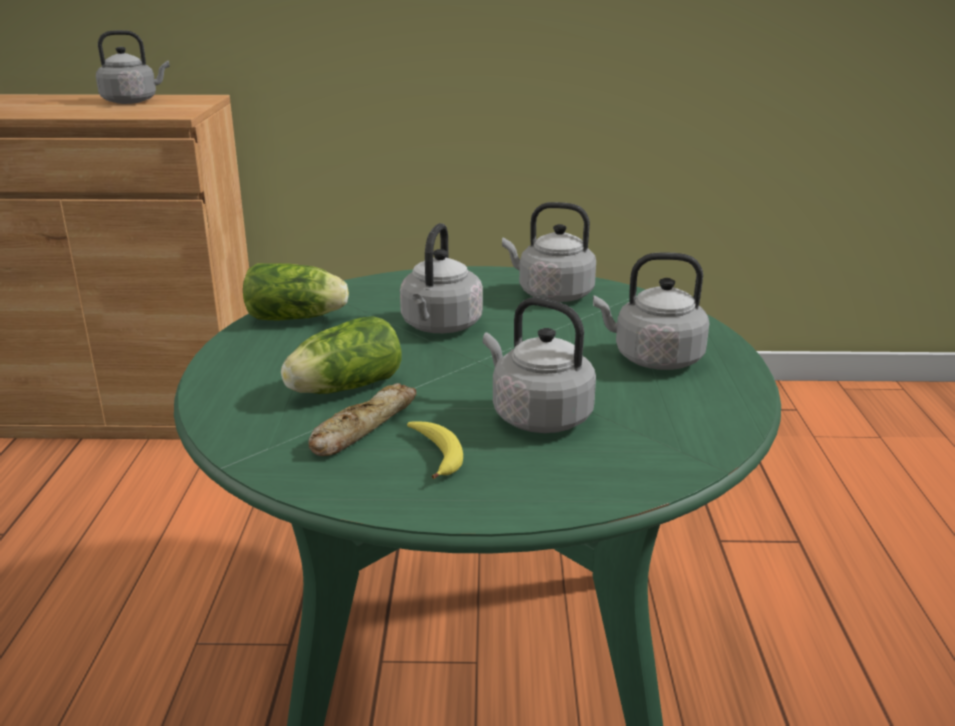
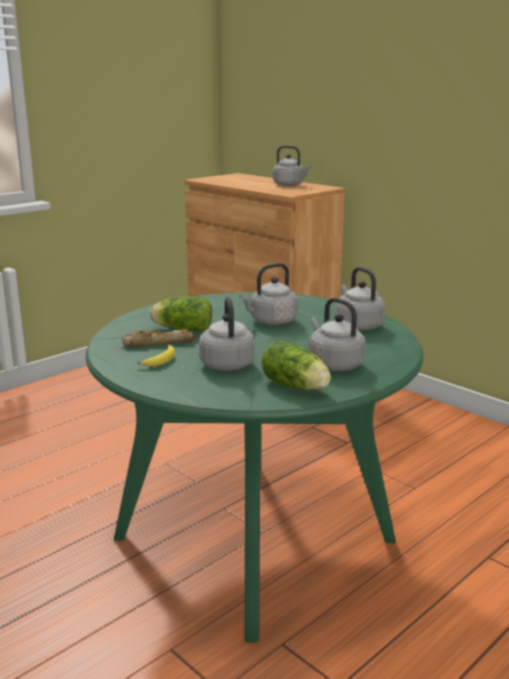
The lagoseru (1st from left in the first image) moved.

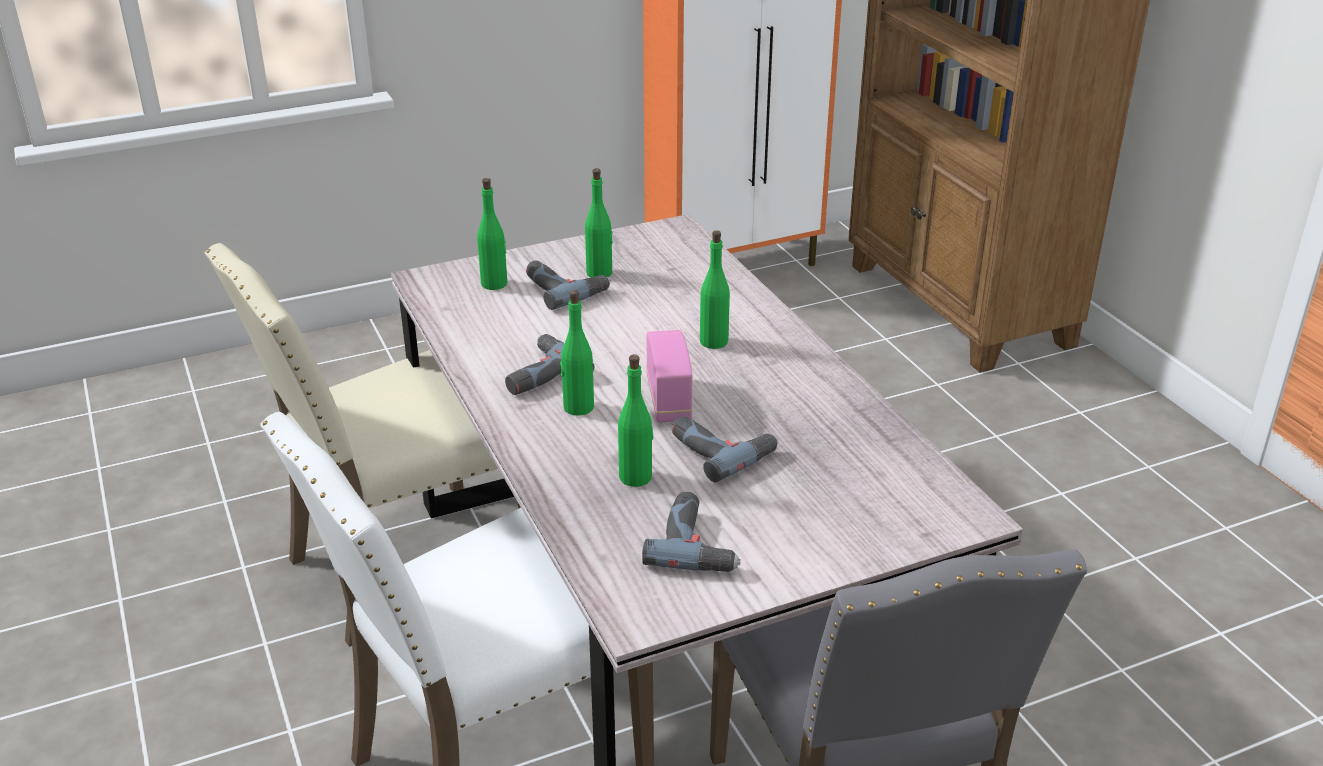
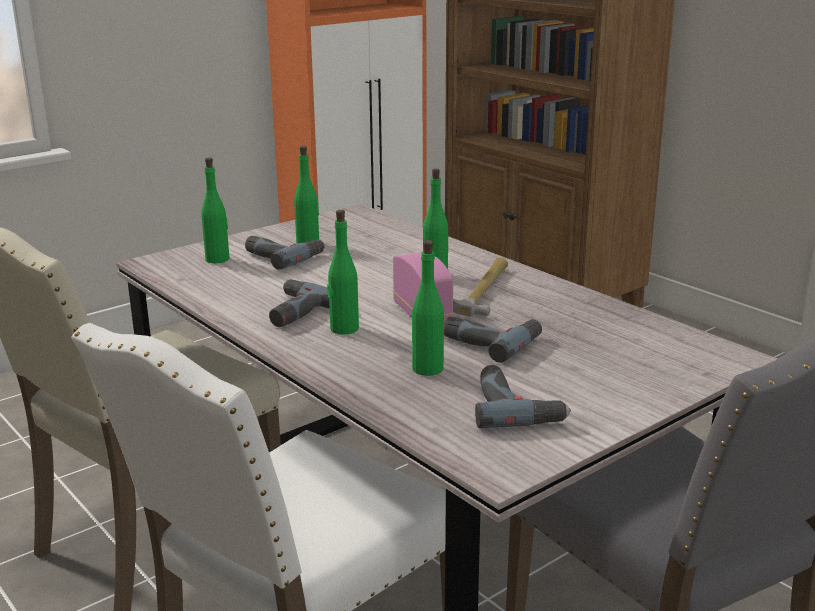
The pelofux appeared.

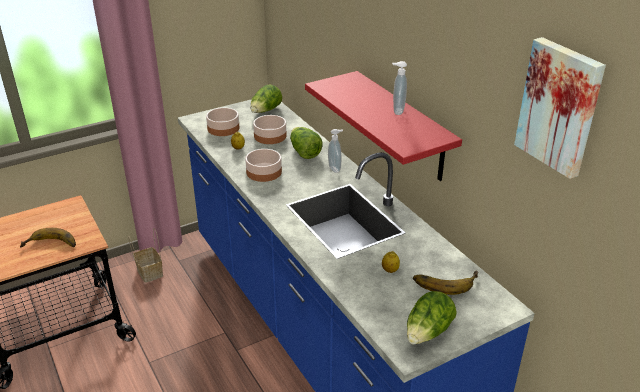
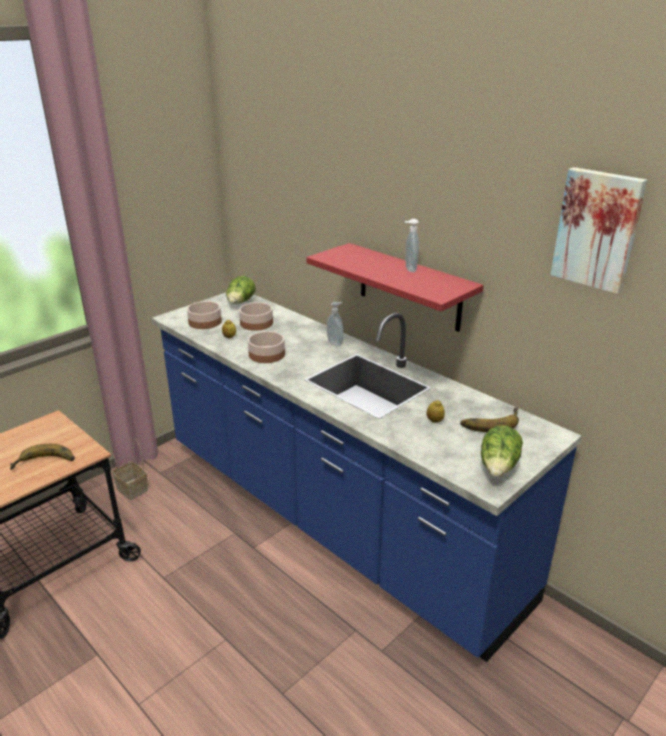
The lagoseru (2nd from left) disappeared.

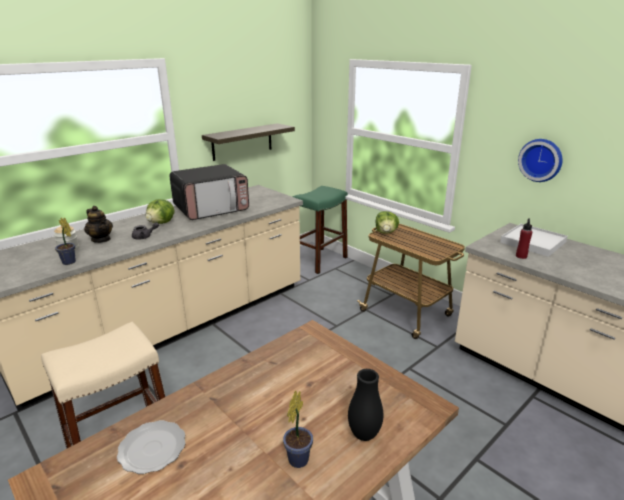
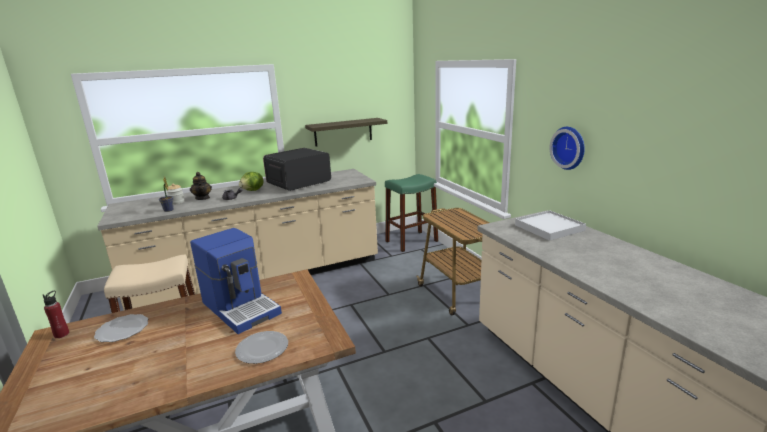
The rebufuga turned 150 degrees clockwise.
The lagoseru (2nd from left) disappeared.
The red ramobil moved.
The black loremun was replaced by the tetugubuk (2nd from left).
The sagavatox (2nd from left) disappeared.
The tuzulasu appeared.

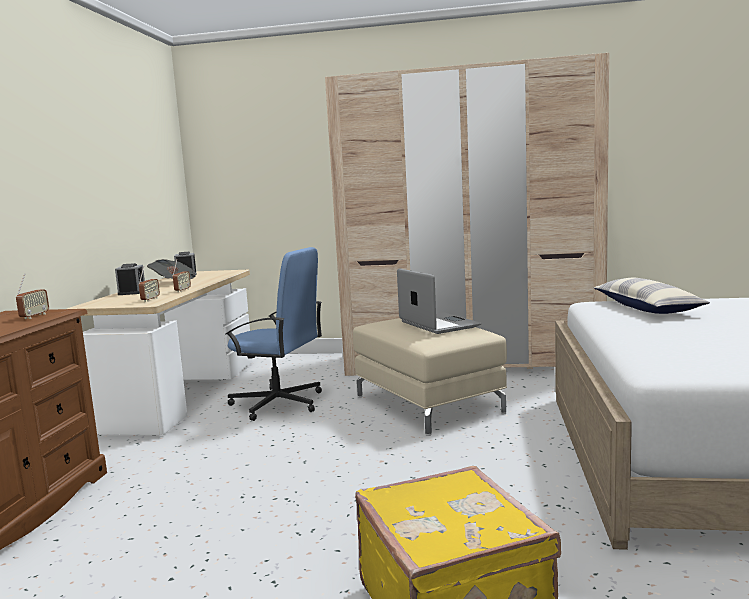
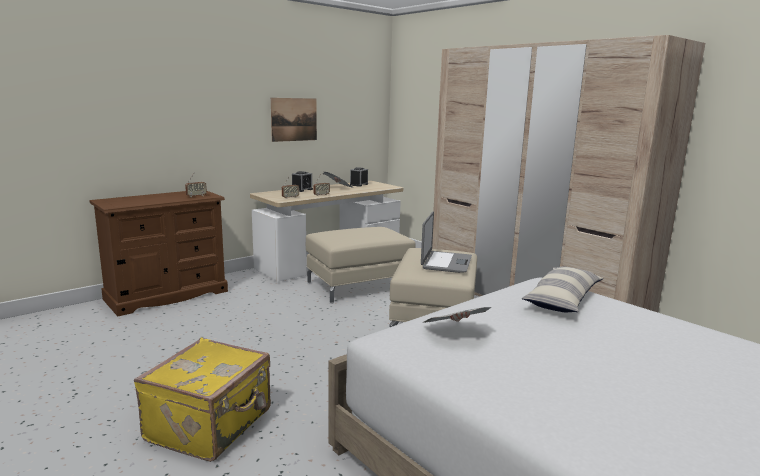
The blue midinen was replaced by the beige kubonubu (1st from left).
The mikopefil appeared.
The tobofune (2nd from left) appeared.

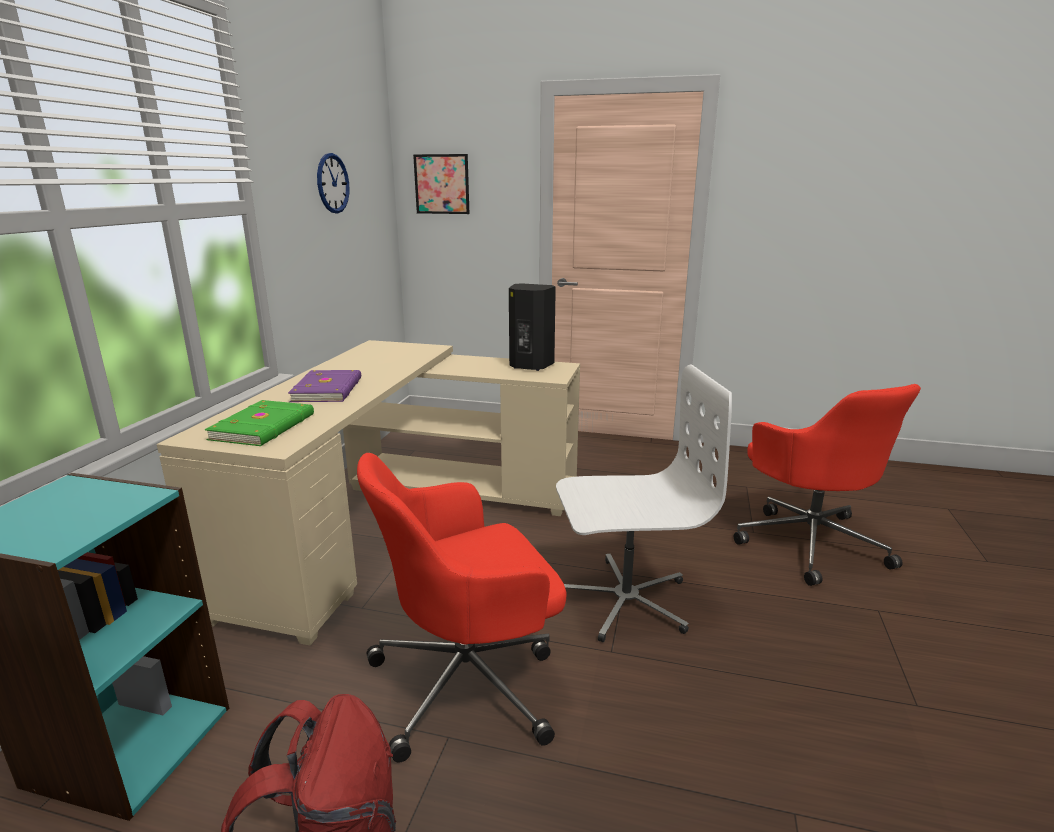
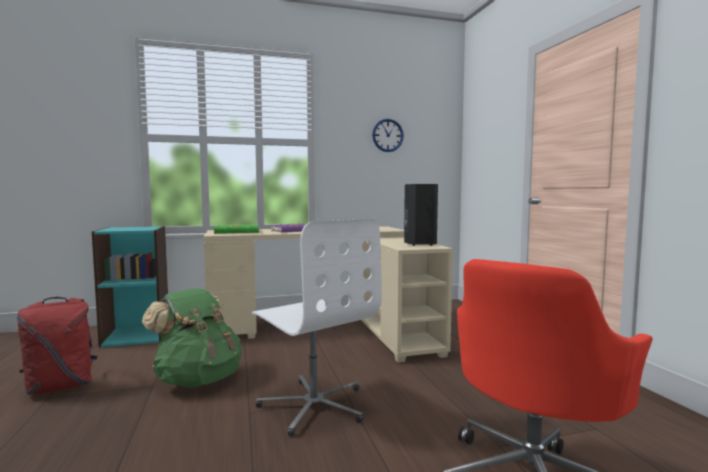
The mikopefil disappeared.
The red midinen (1st from left) was replaced by the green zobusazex.

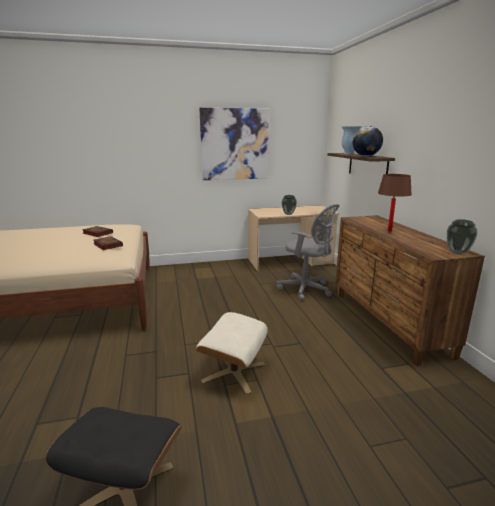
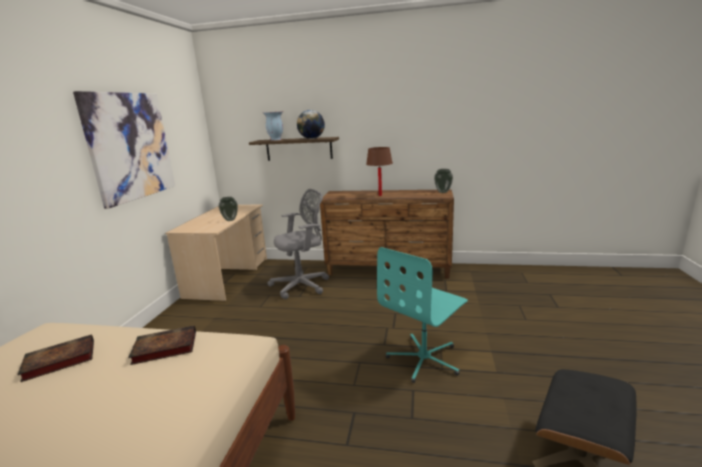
The beige kubonubu was replaced by the turquoise midinen.

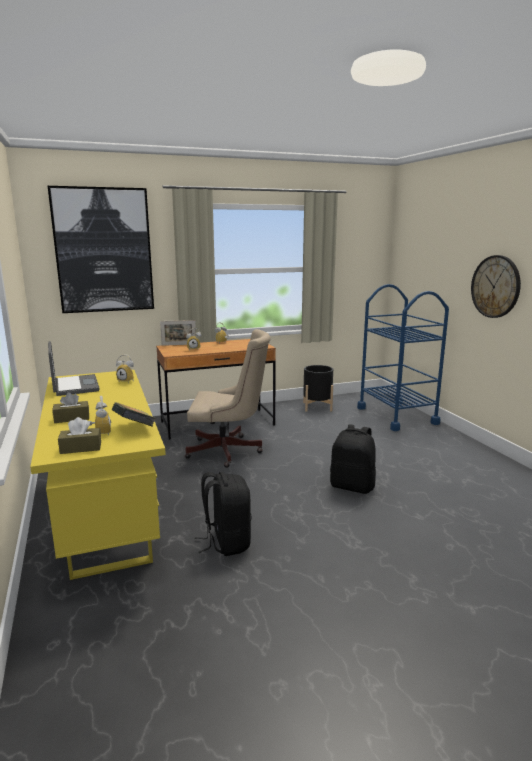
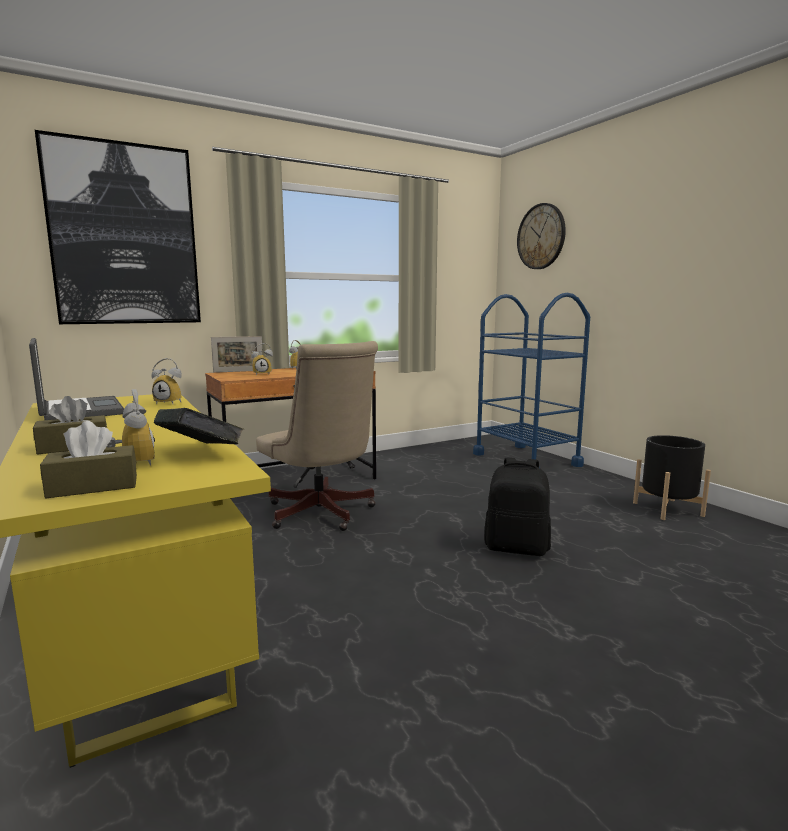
The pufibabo moved.
The beige midinen turned 60 degrees clockwise.
The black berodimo moved.
The black zobusazex (1st from left) disappeared.

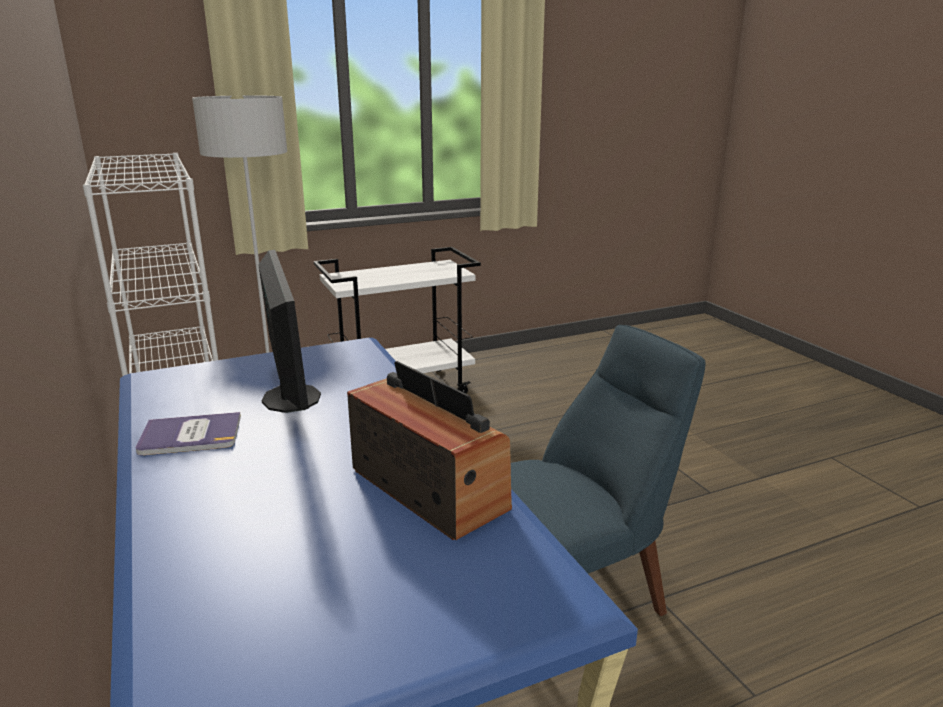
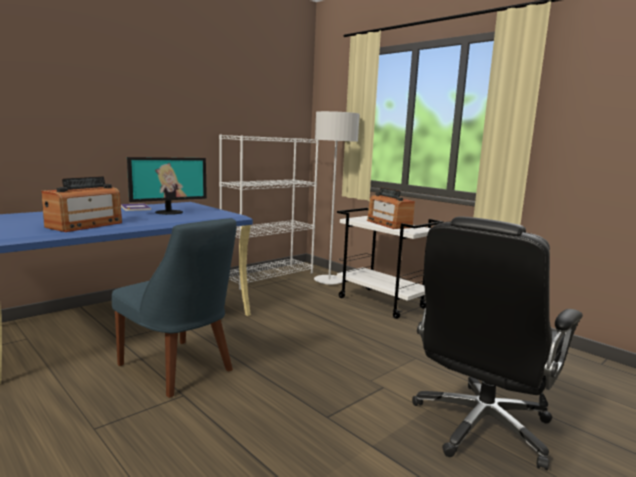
The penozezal (2nd from left) appeared.
The black midinen appeared.

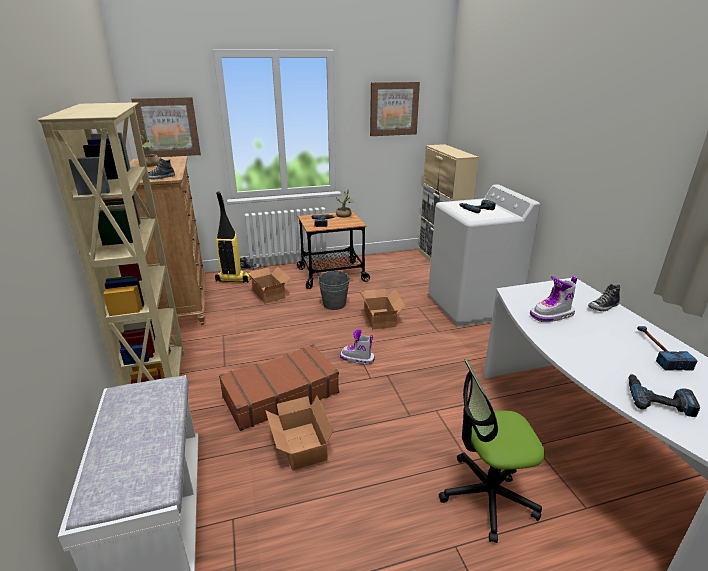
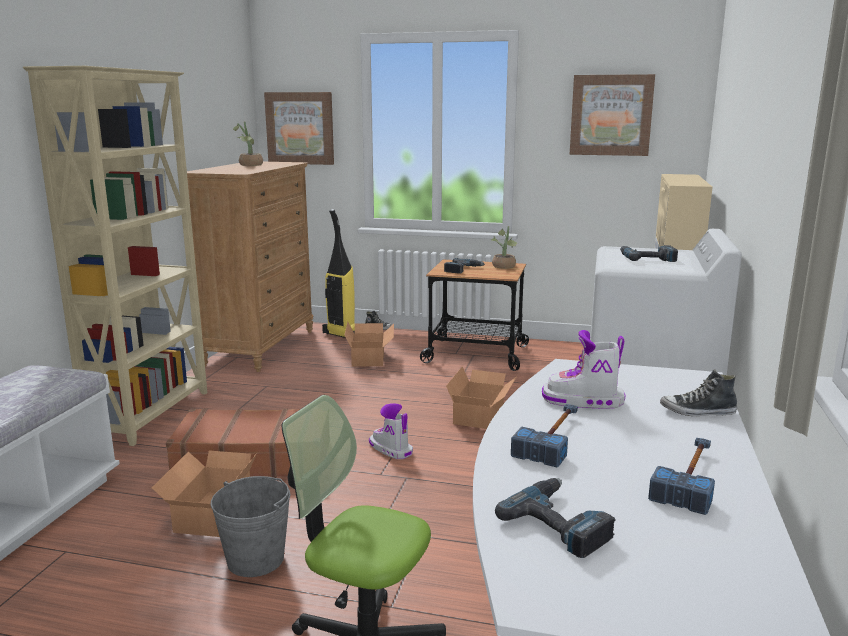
The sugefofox (1st from left) disappeared.
The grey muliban moved.
The pelofux (1st from left) appeared.

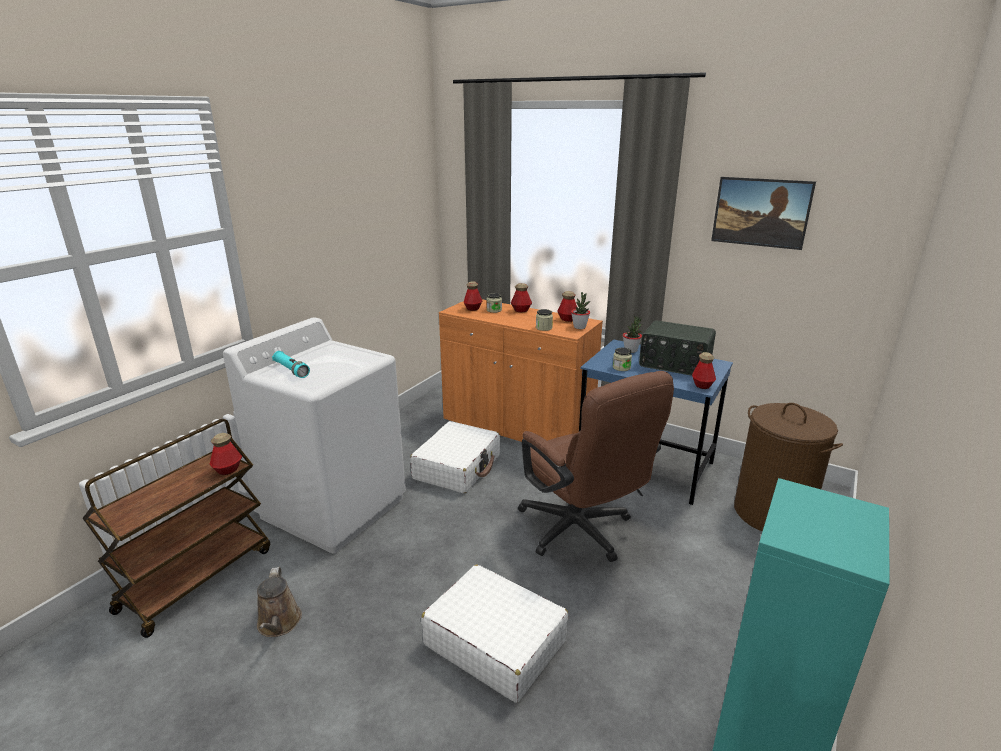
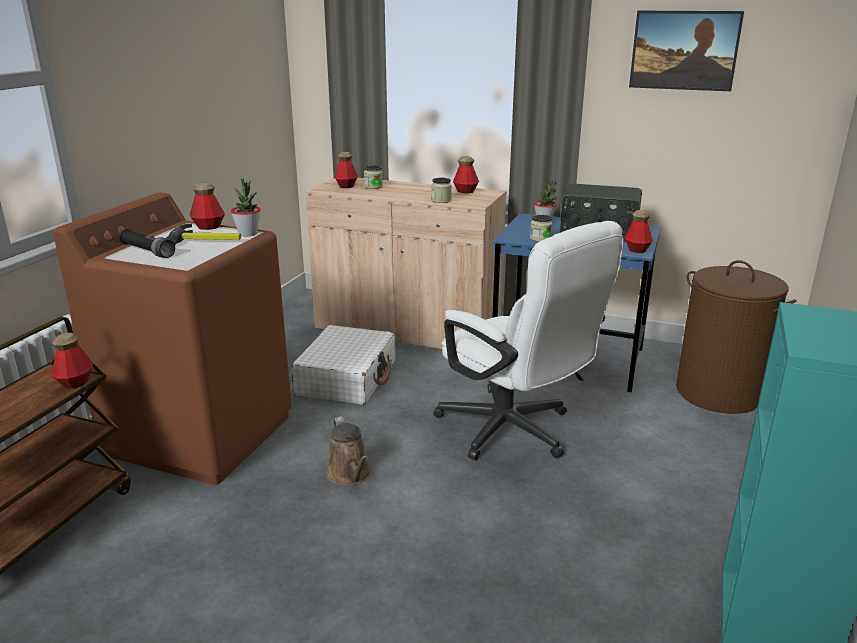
The ramobil (3rd from left in the first image) moved.
The sagavatox (1st from left) moved.
The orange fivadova became the beige fivadova.
The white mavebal became the brown mavebal.
The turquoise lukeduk became the black lukeduk.
The brown midinen became the white midinen.
The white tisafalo (2nd from left) disappeared.
The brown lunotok moved.
The pelofux appeared.

